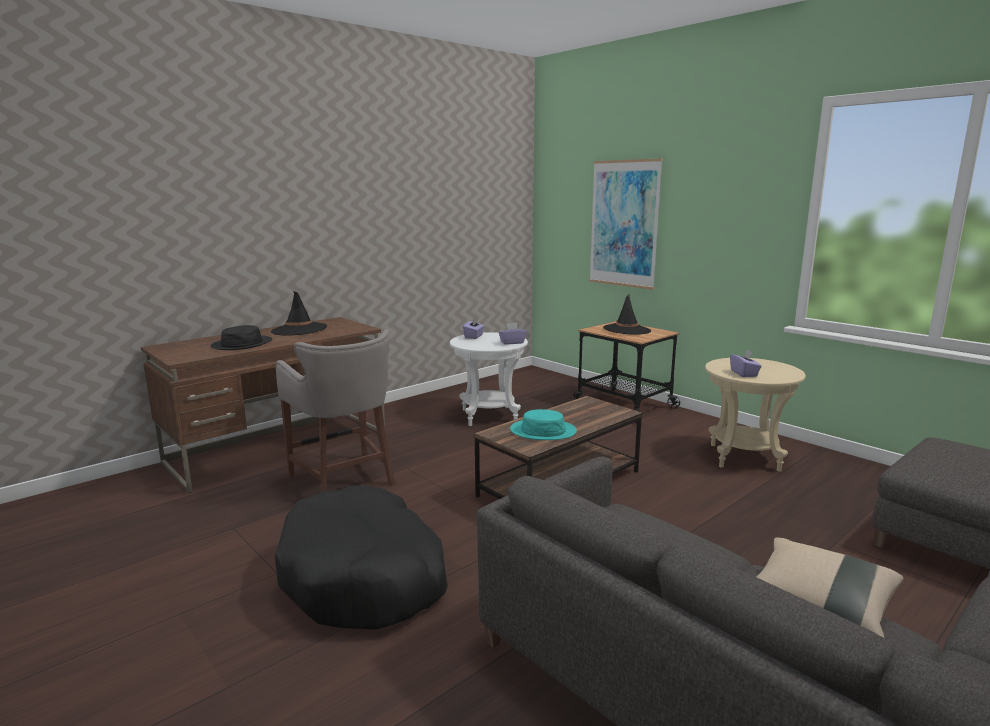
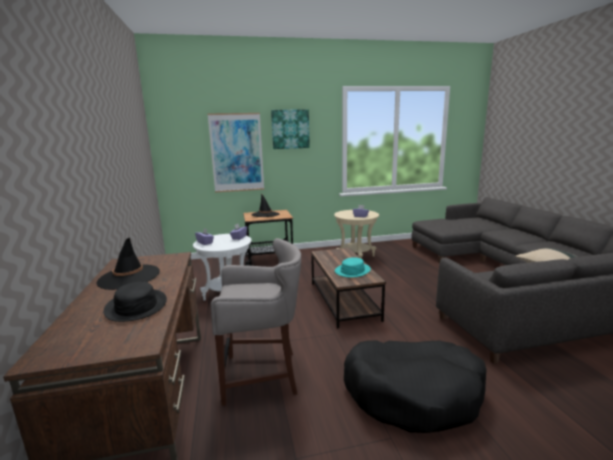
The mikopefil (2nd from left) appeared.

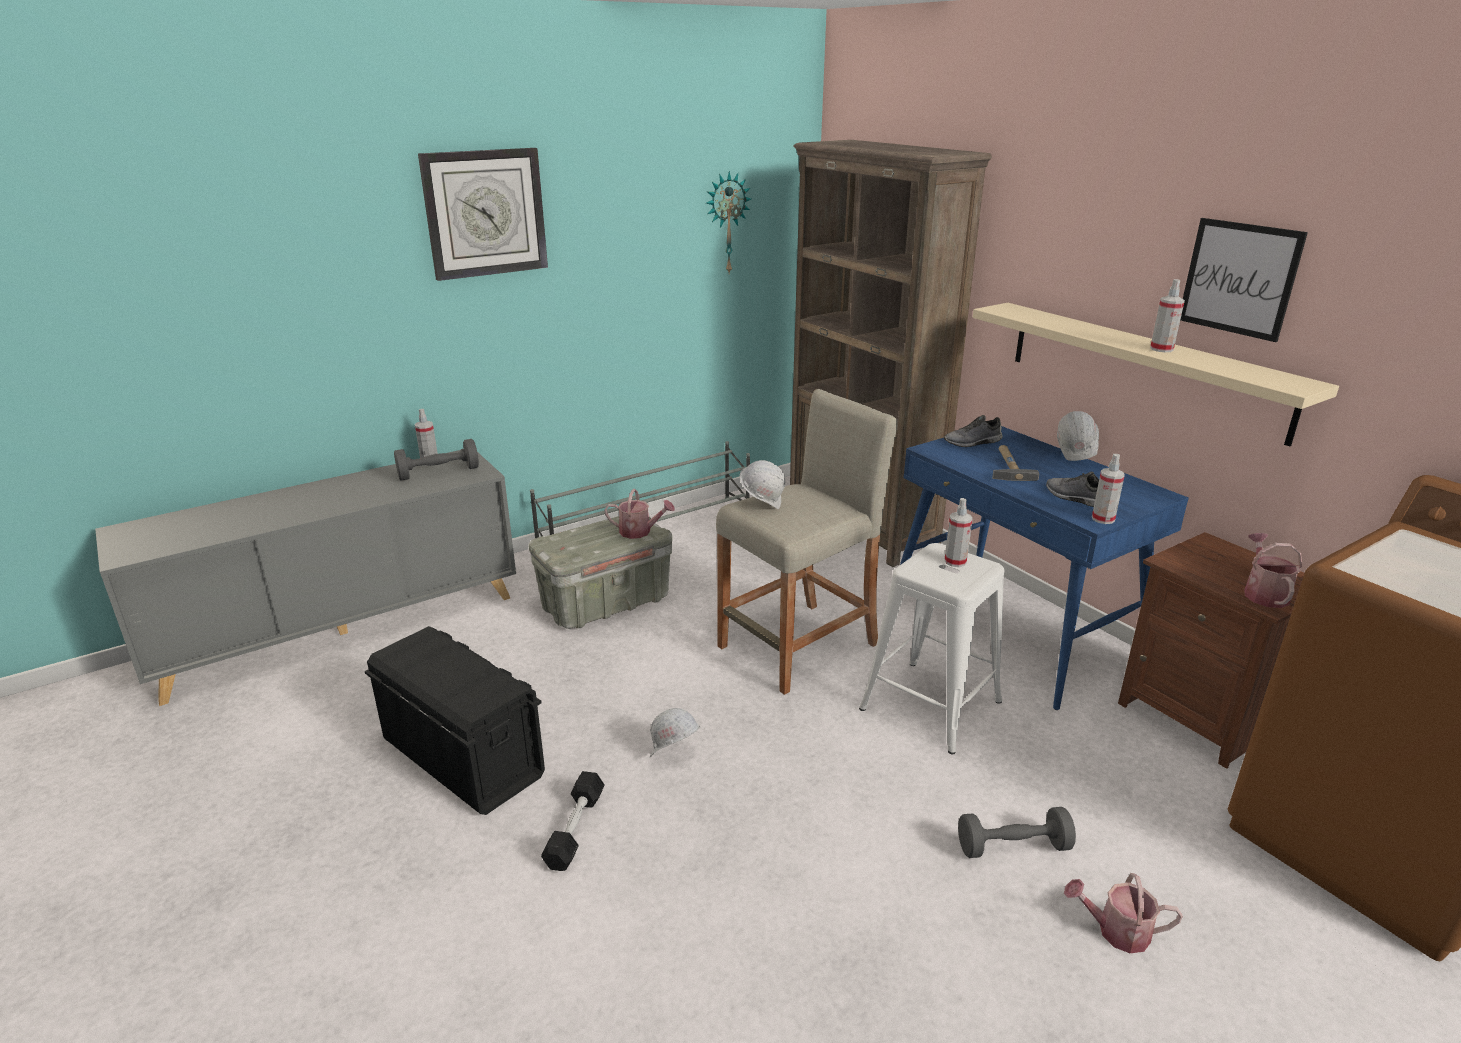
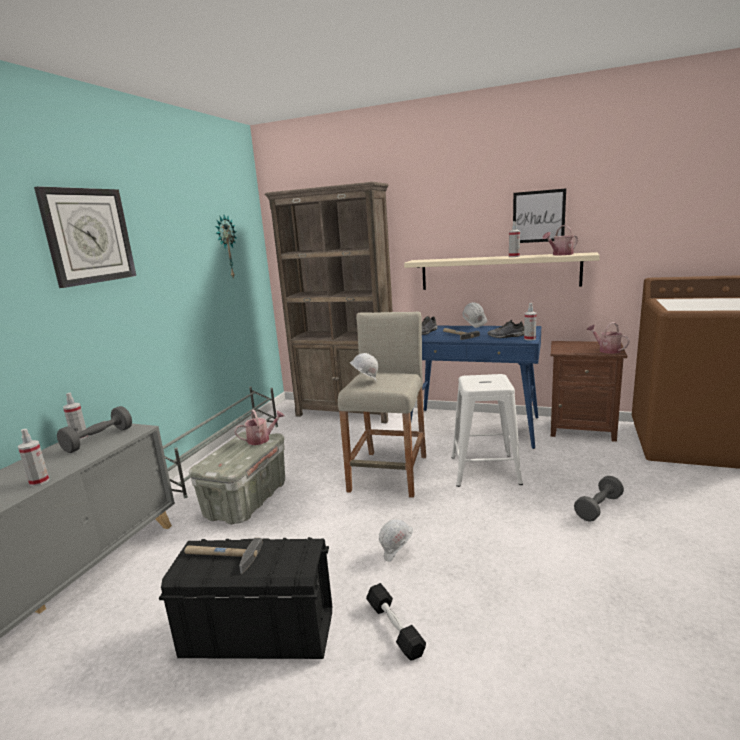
The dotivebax (2nd from left in the first image) moved.
The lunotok (2nd from left) moved.
The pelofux (1st from left) appeared.

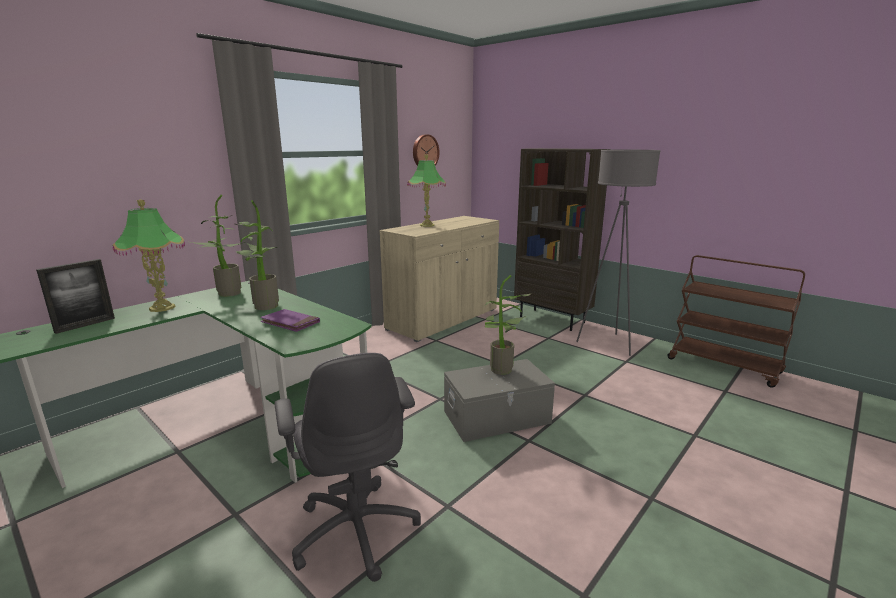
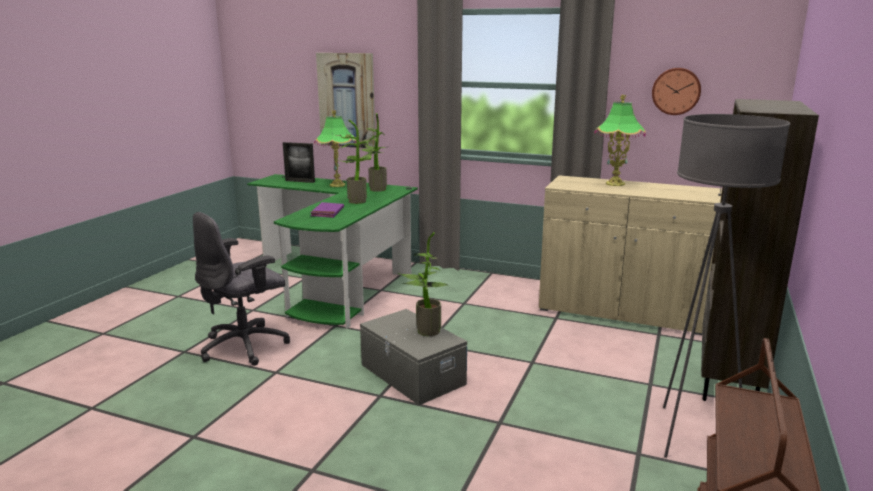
The mikopefil appeared.

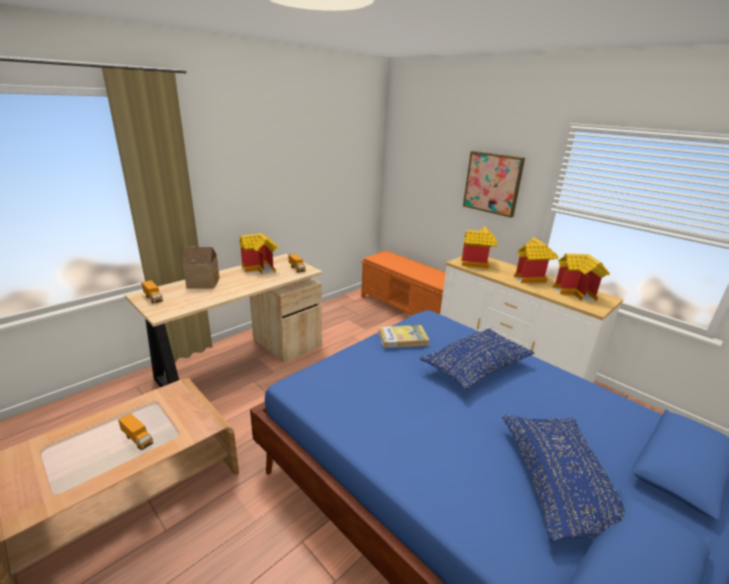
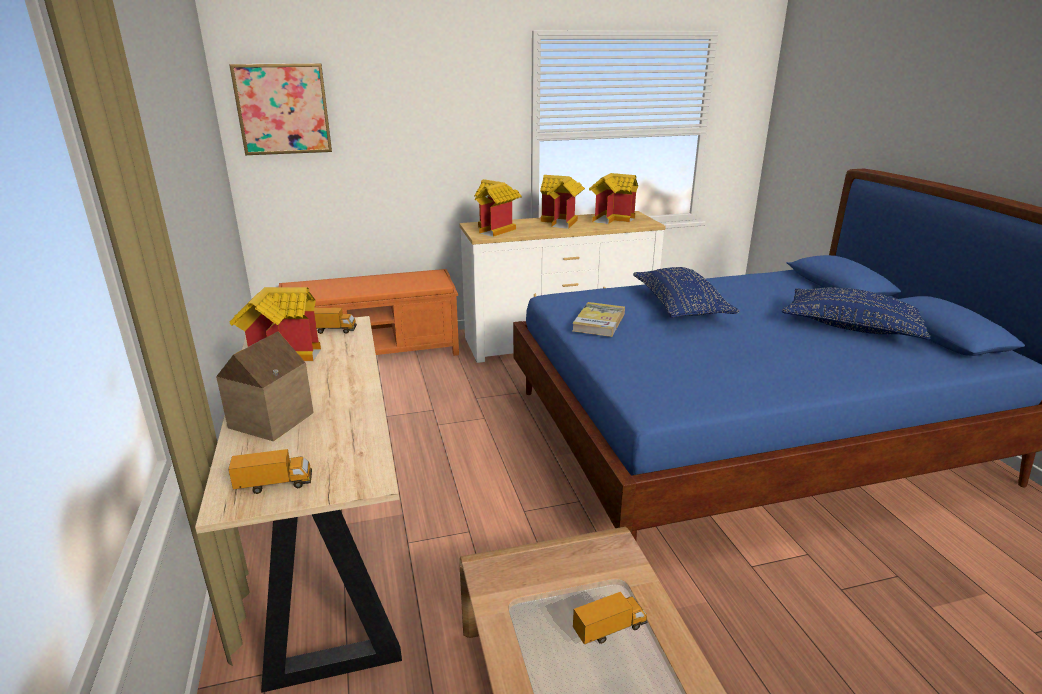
The mikopefil moved.

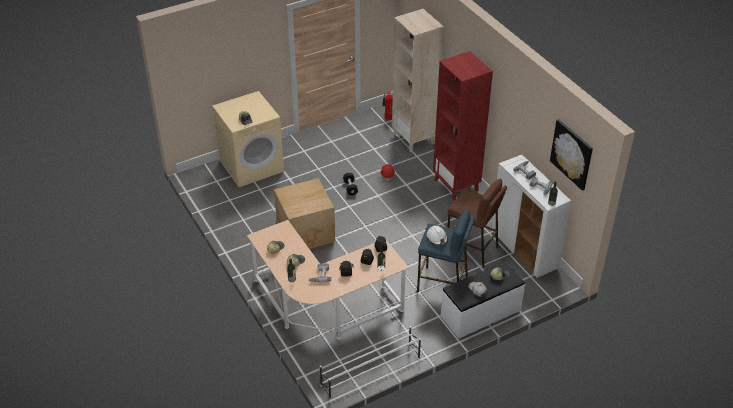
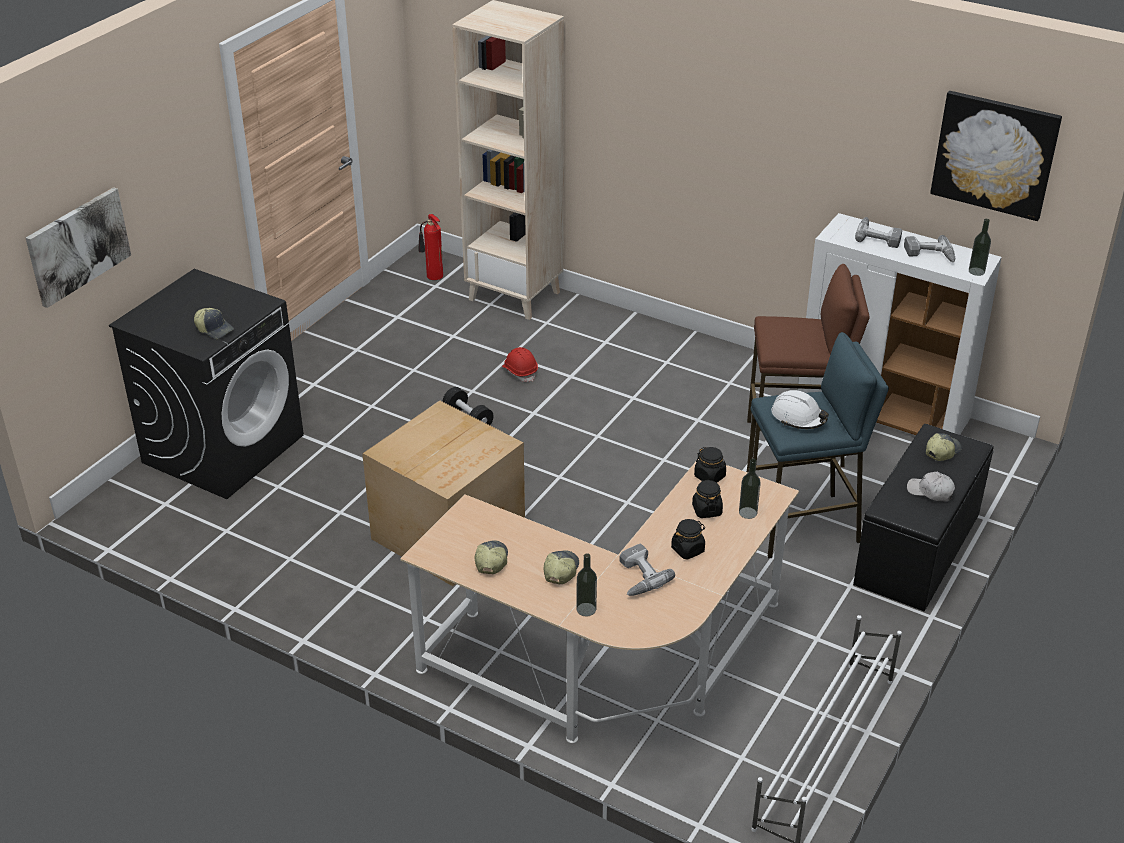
The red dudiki disappeared.
The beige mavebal became the black mavebal.
The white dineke became the black dineke.
The mikopefil (1st from left) appeared.

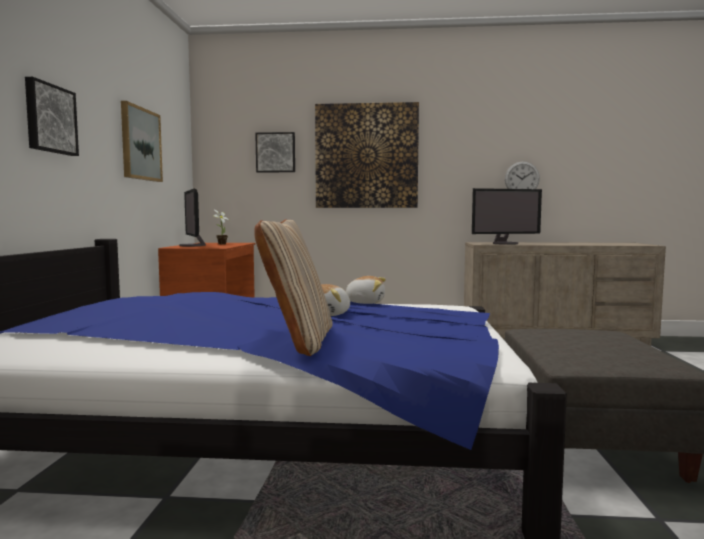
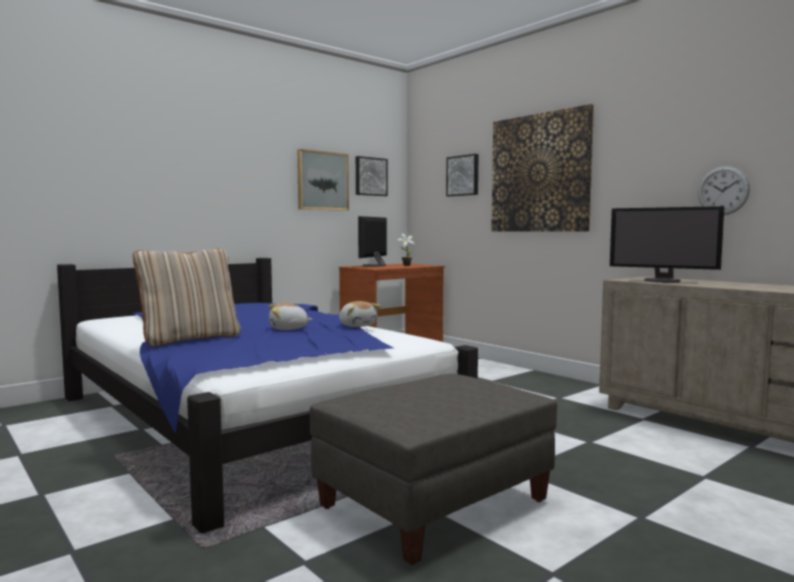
The mikopefil (1st from left in the first image) moved.

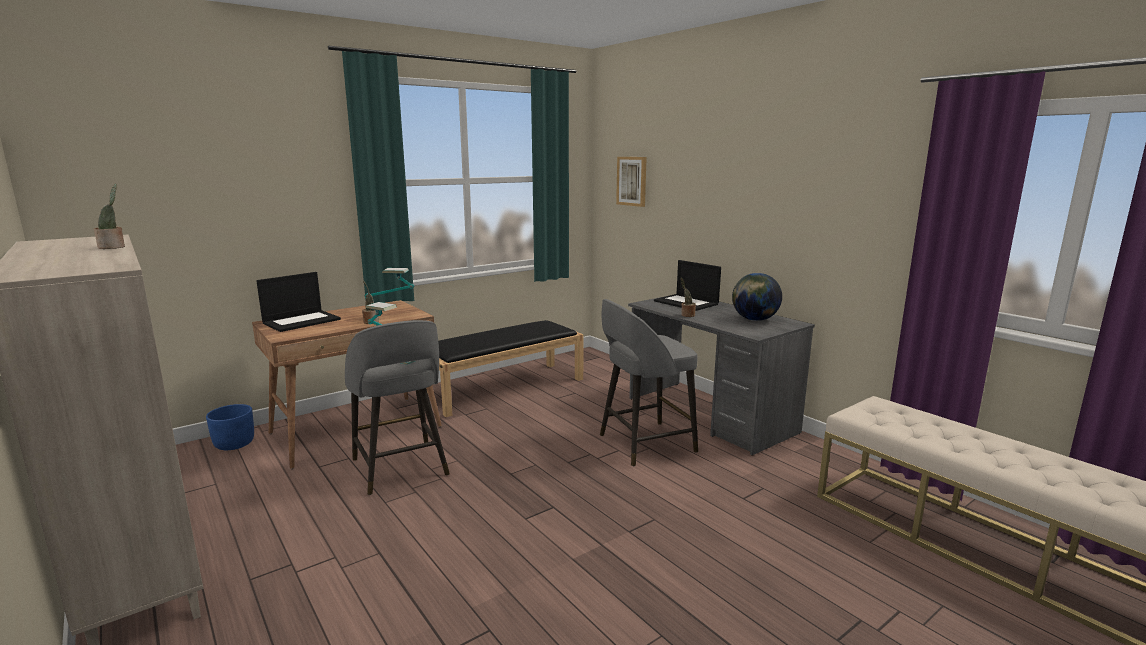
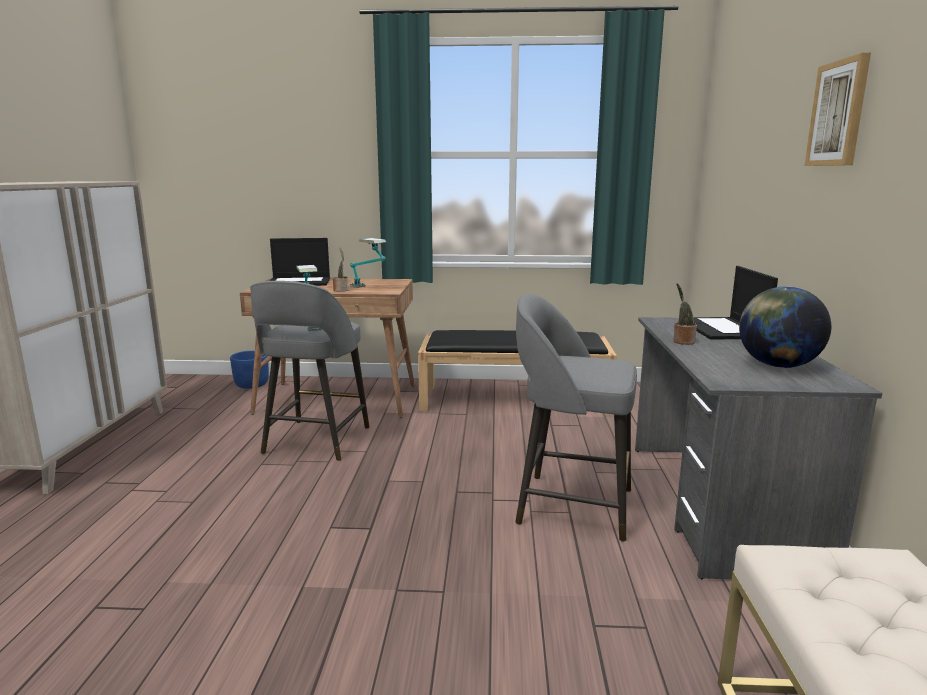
The mikopefil moved.
The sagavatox (1st from left) disappeared.

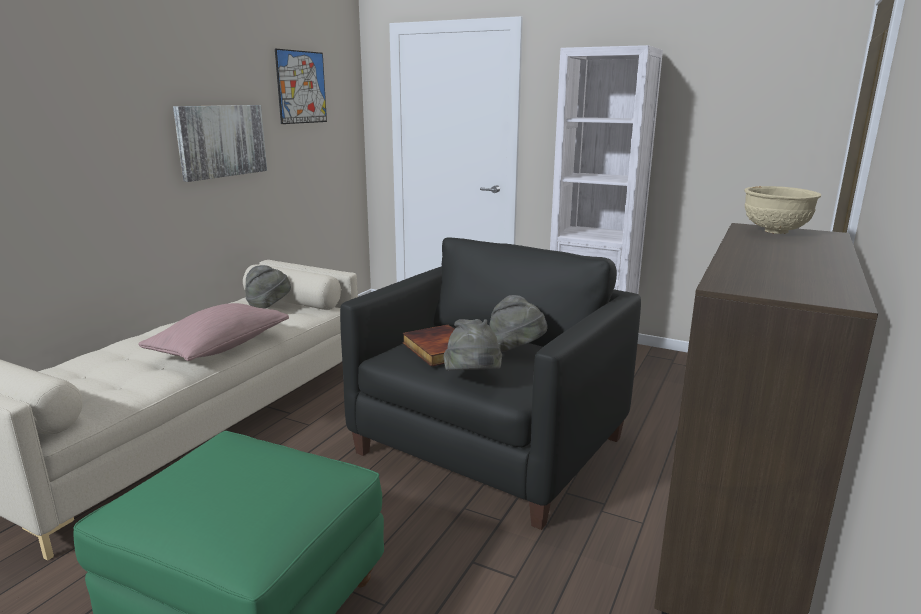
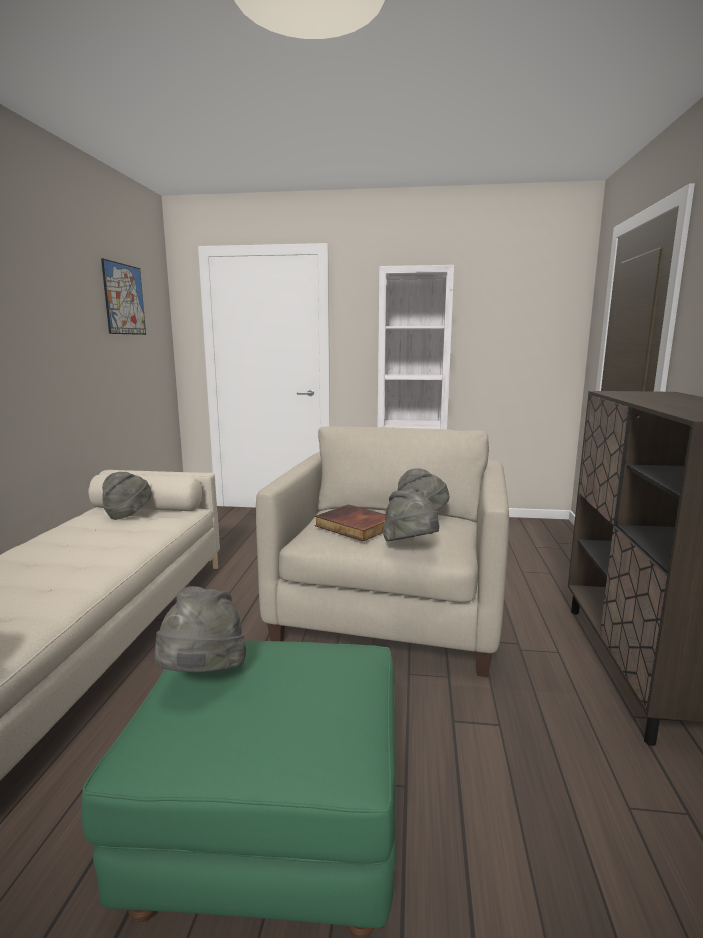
The mikopefil (1st from left) disappeared.
The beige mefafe disappeared.
The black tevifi became the beige tevifi.
The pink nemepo disappeared.
The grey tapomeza (2nd from left) appeared.

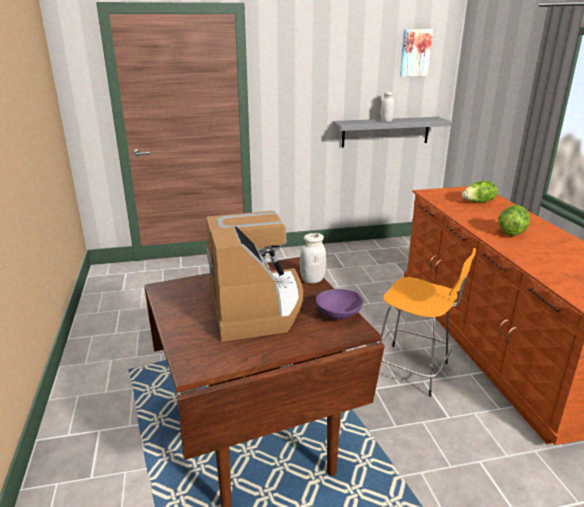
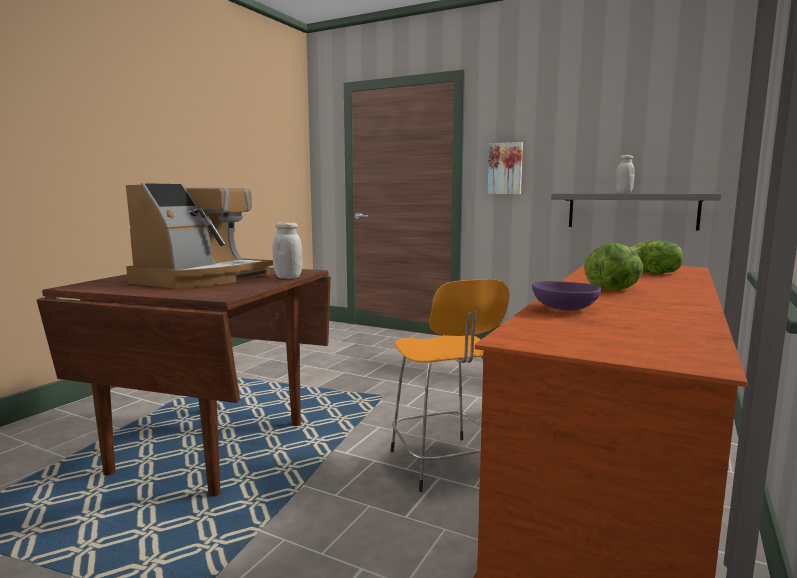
The mikopefil moved.
The purple mefafe moved.

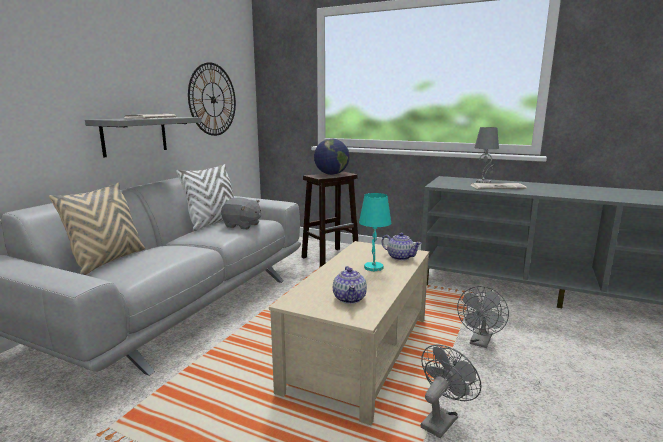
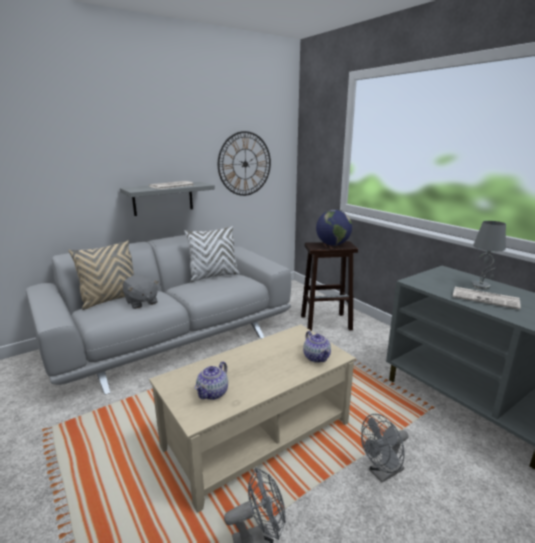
The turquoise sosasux disappeared.
The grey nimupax moved.

